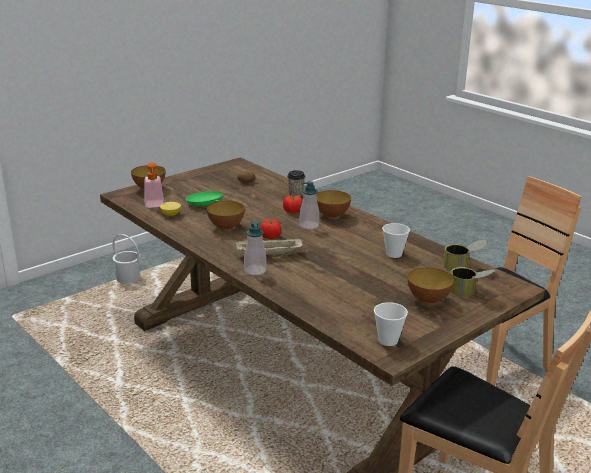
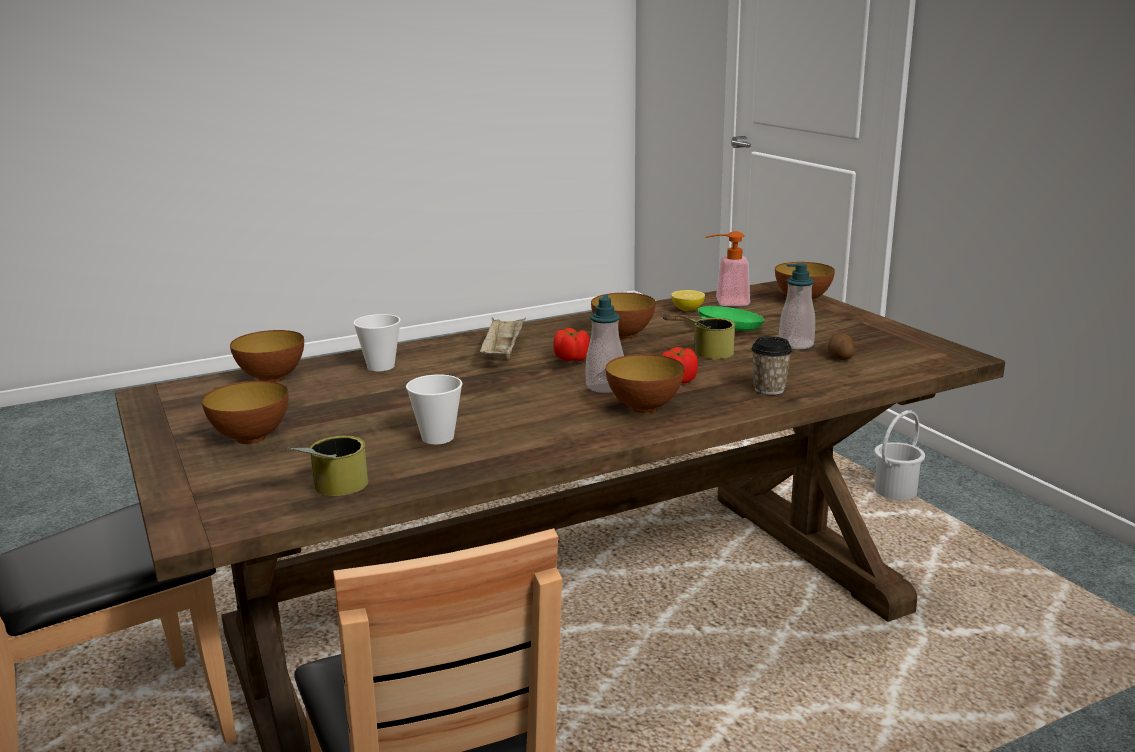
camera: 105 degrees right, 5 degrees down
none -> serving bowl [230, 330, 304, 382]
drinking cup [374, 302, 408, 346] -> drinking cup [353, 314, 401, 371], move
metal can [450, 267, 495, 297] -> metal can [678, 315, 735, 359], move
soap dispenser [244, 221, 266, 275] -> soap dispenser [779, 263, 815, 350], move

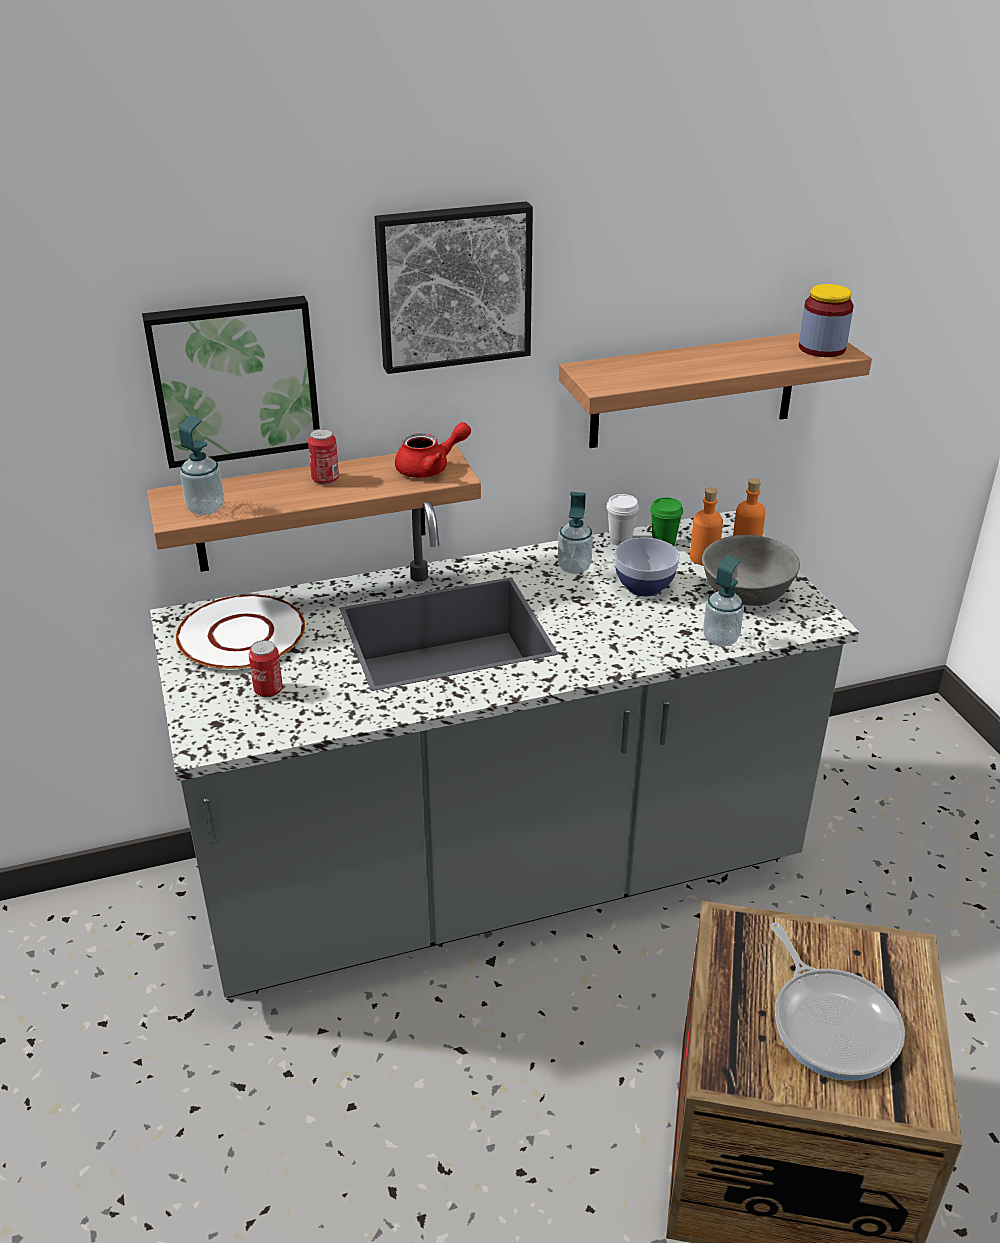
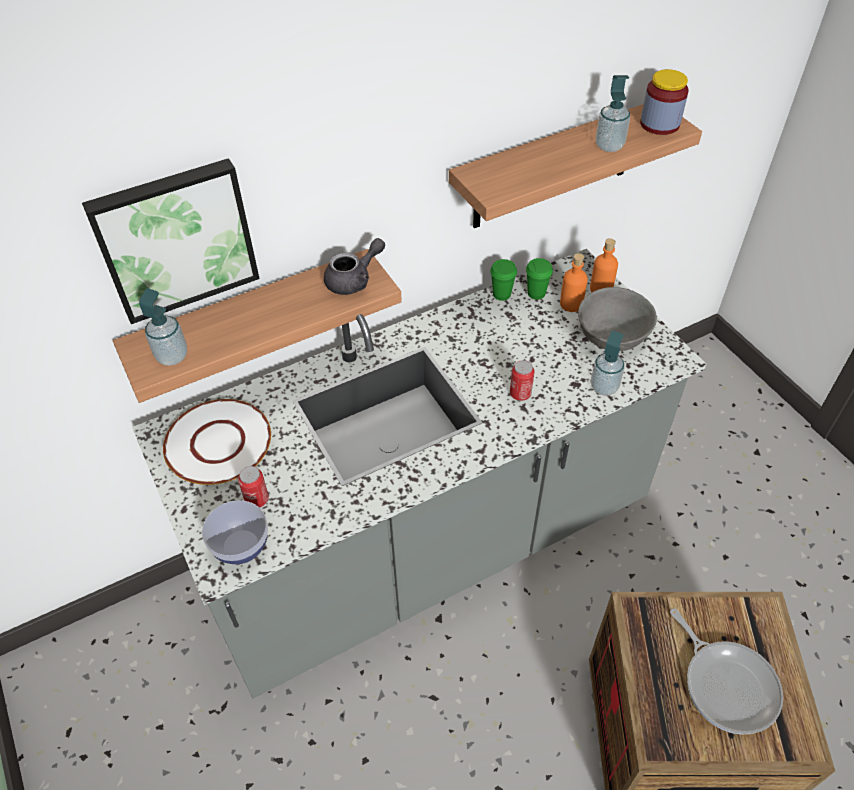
camera: 10 degrees left, 15 degrees up
serving bowl [615, 538, 680, 596] -> serving bowl [202, 500, 268, 564], move
reddish pot for tea [395, 422, 471, 478] -> gray pot for tea [324, 238, 385, 295]
white drinking cup [606, 494, 639, 546] -> green-coloured drinking cup [490, 259, 517, 301]
metal can [308, 429, 339, 485] -> metal can [510, 360, 535, 401], move
soap dispenser [558, 492, 593, 574] -> soap dispenser [596, 75, 630, 152], move
wall art [374, 201, 533, 374] -> none

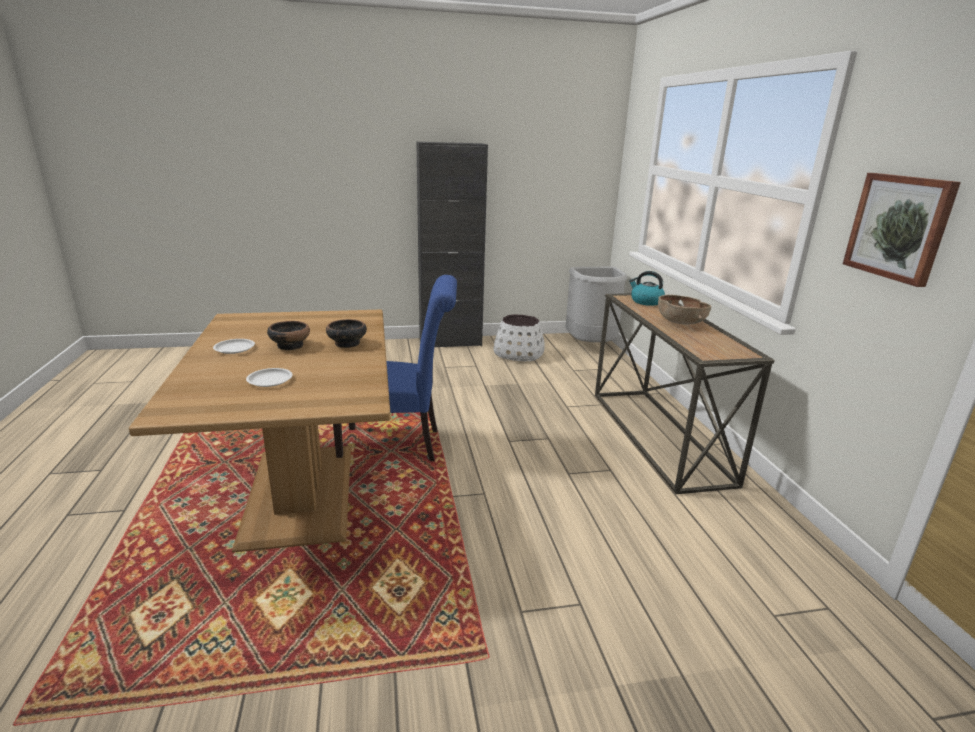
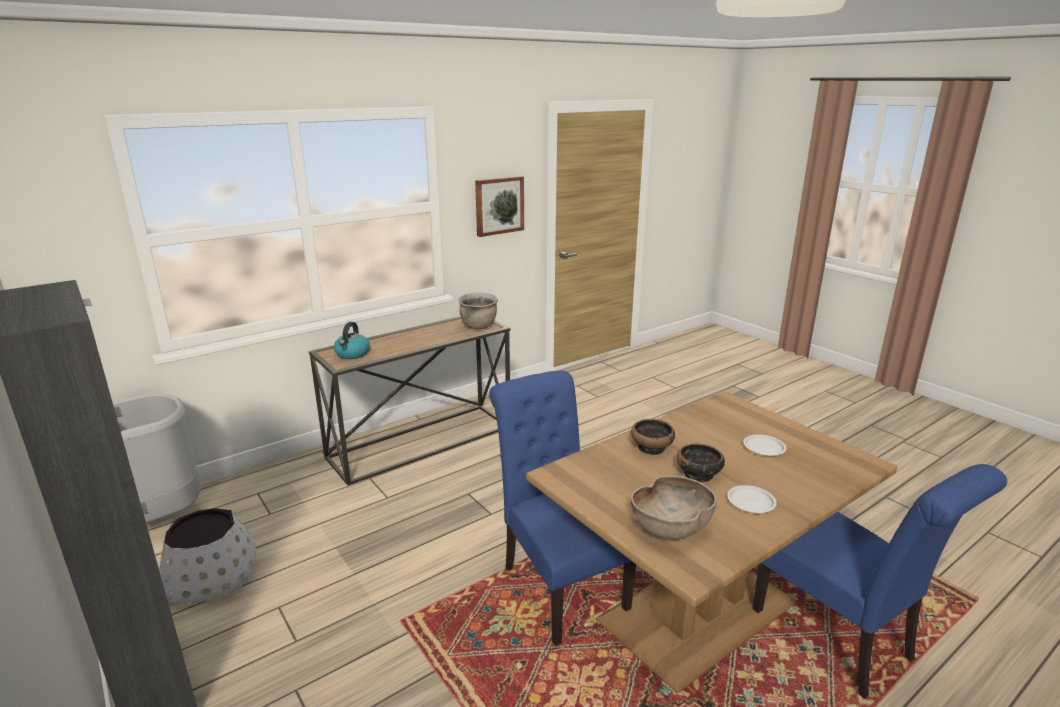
camera: 115 degrees left, 0 degrees up
none -> brownish stockpot [458, 292, 498, 329]
brownish serving bowl [658, 295, 711, 325] -> brownish serving bowl [631, 476, 717, 539], move
none -> blue-coloured plain chair [752, 464, 1007, 699]

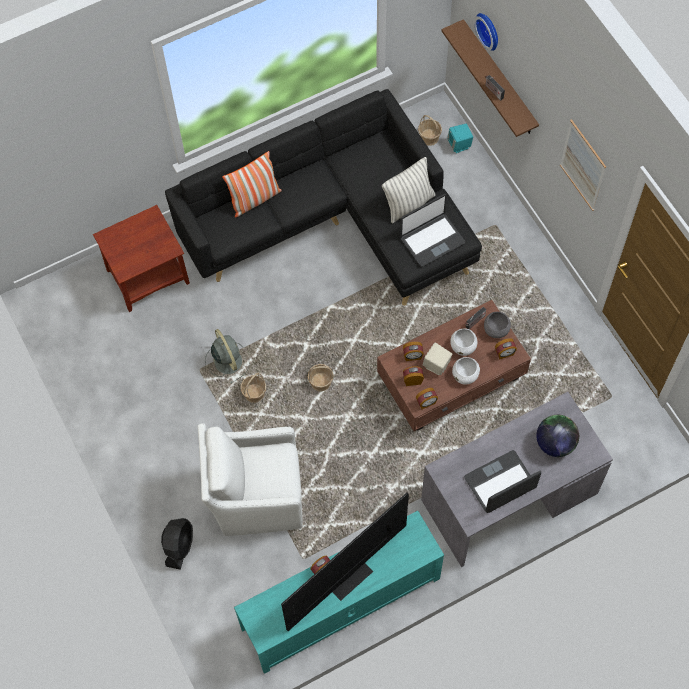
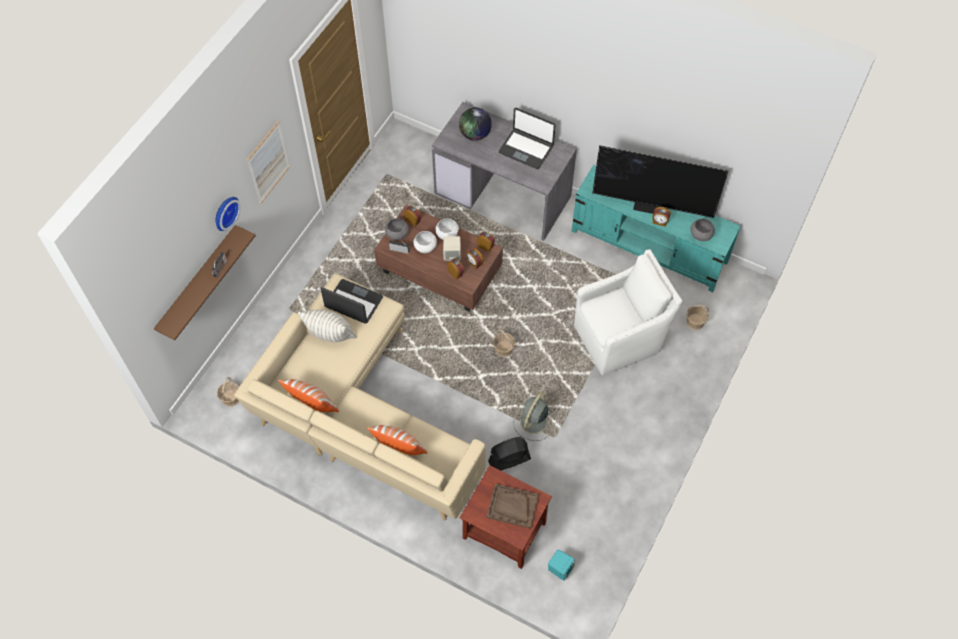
camera: 125 degrees left, 5 degrees down
clock on the wall [474, 13, 498, 51] -> clock on the wall [216, 197, 241, 231], move
blackish couch [165, 89, 482, 306] -> sand-coloured couch [234, 273, 486, 520]
none -> cushion [278, 379, 339, 412]
none -> brownish serving tray [486, 484, 539, 529]
blackish electric fan [161, 518, 193, 570] -> blackish electric fan [488, 437, 531, 471], move
turquoise audio speaker [447, 124, 473, 153] -> turquoise audio speaker [548, 549, 575, 581], move
white armchair [198, 423, 303, 536] -> white armchair [574, 249, 682, 375], 75 degrees counterclockwise
basket [240, 372, 266, 403] -> basket [686, 305, 709, 330], move
none -> gray serving bowl [690, 219, 715, 241]

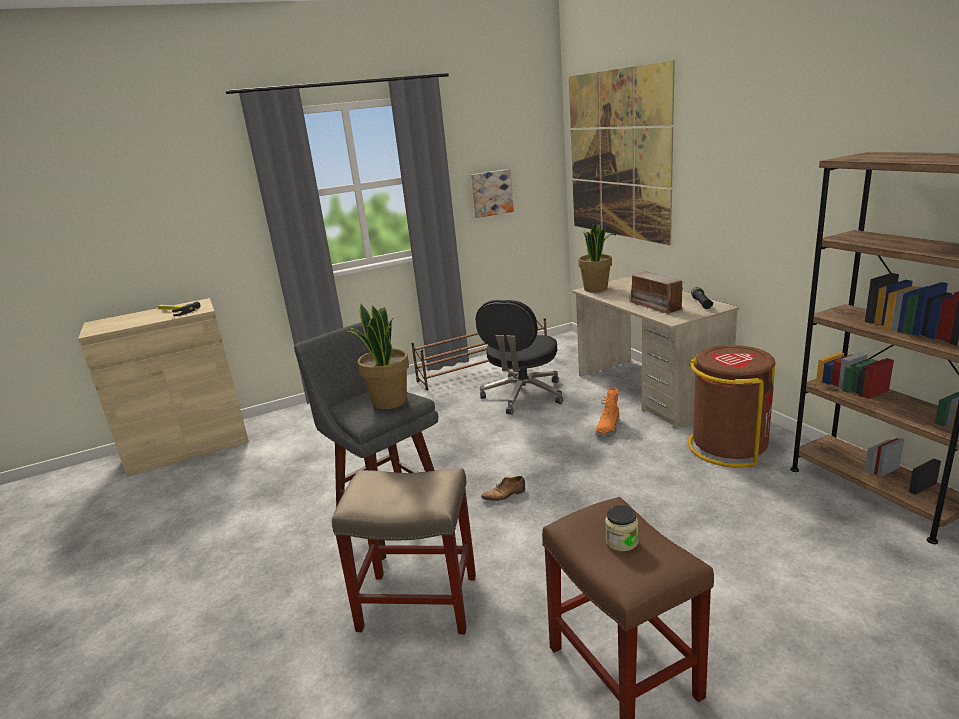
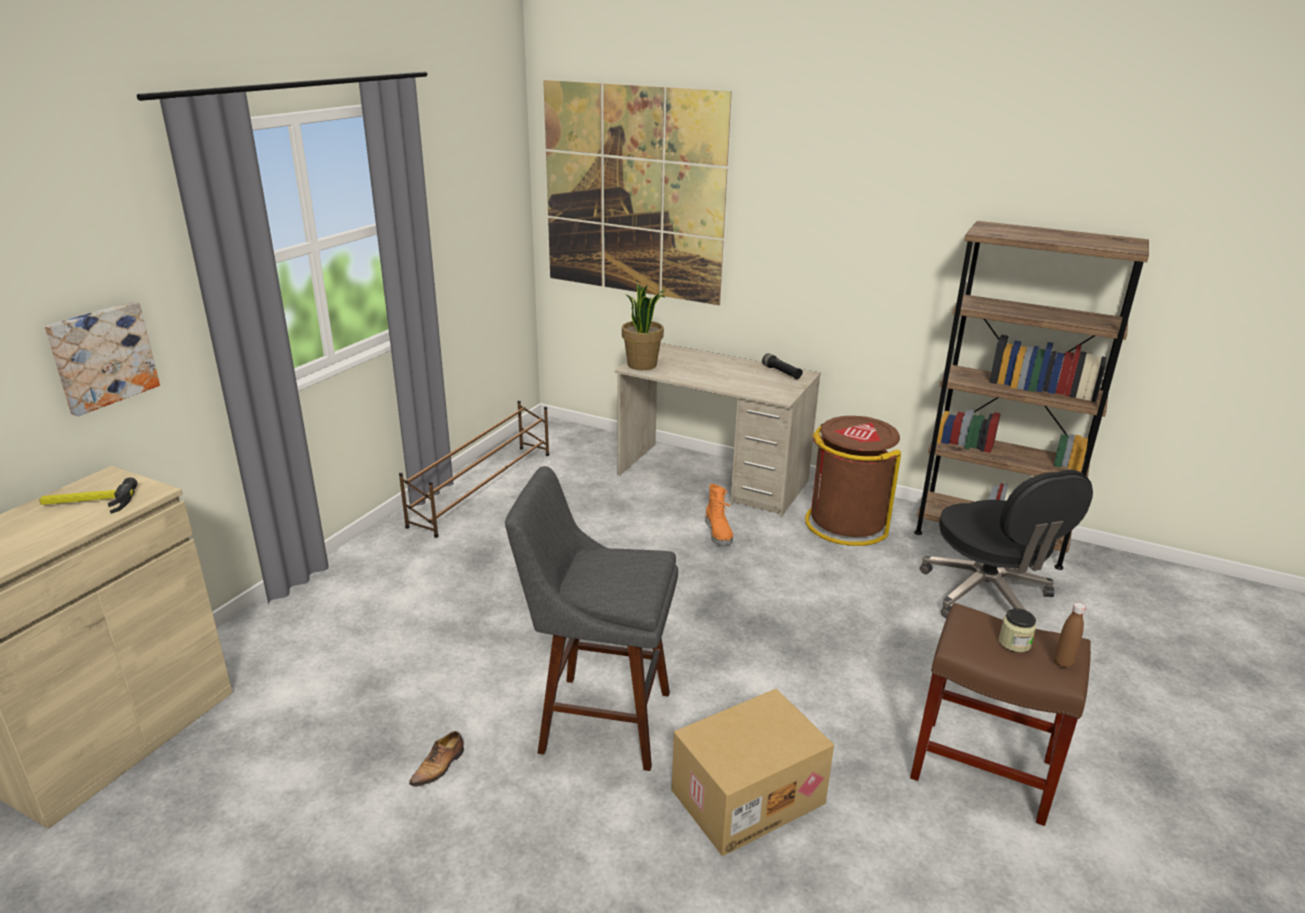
camera: 40 degrees left, 5 degrees up
wall art [471, 169, 514, 218] -> wall art [45, 301, 160, 416], move
shoe [481, 476, 525, 501] -> shoe [409, 731, 464, 787], move
sand-coloured sitting stool [332, 468, 476, 634] -> carton [672, 689, 834, 856]
blackish office chair [476, 300, 563, 415] -> blackish office chair [920, 470, 1093, 618], move
none -> brownish beverage bottle [1054, 602, 1086, 669]
potted plant [344, 304, 409, 409] -> none
radio [629, 271, 685, 314] -> none

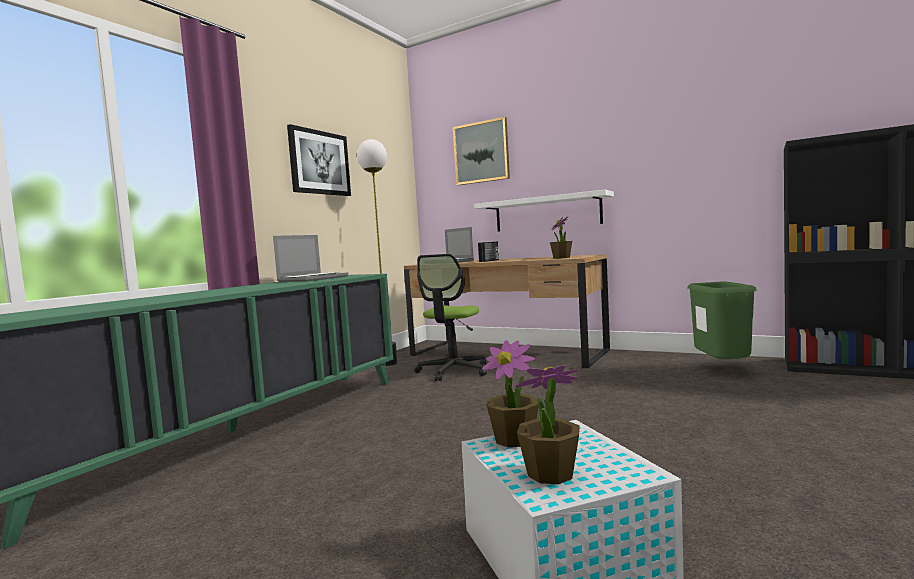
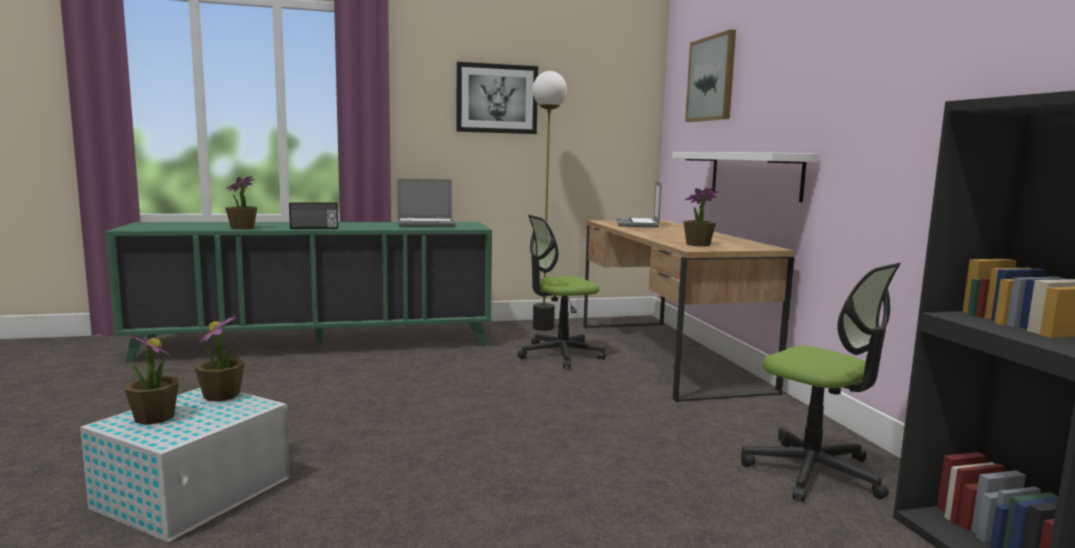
camera: 45 degrees right, 5 degrees up
none -> potted plant [225, 176, 257, 230]
radio [478, 242, 499, 262] -> radio [289, 202, 338, 229], move
green-coloured waste bin [687, 282, 757, 359] -> office chair [741, 263, 901, 502]

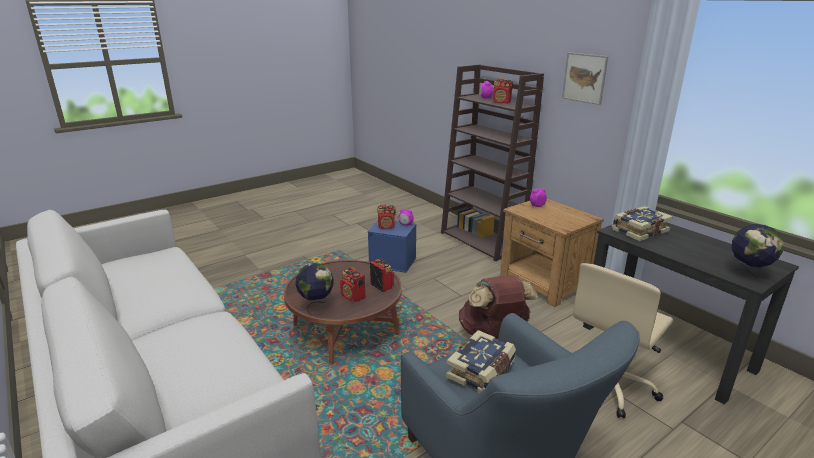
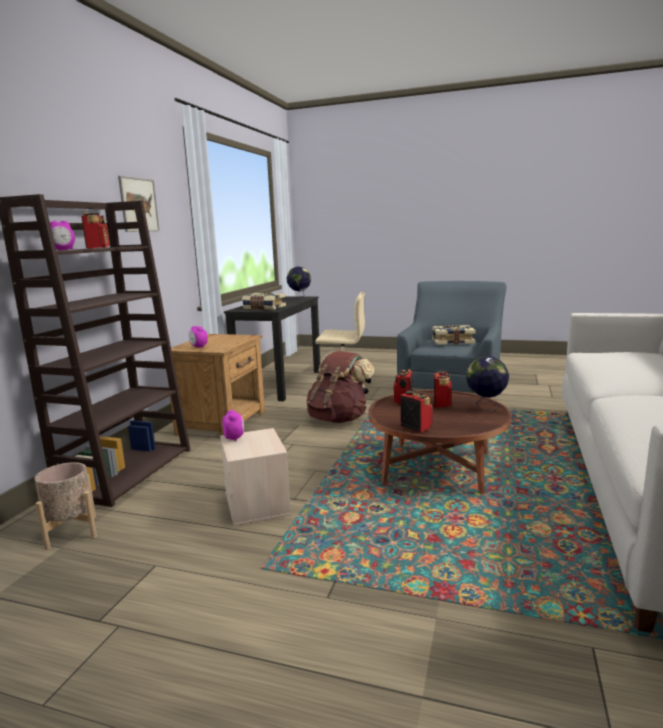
camera: 125 degrees left, 10 degrees down
none -> sand-coloured plant pot [35, 462, 97, 550]
blue-coloured storage bin [367, 221, 417, 273] -> sand-coloured storage bin [220, 428, 291, 526]
radio [377, 204, 396, 229] -> radio [400, 390, 433, 433], move

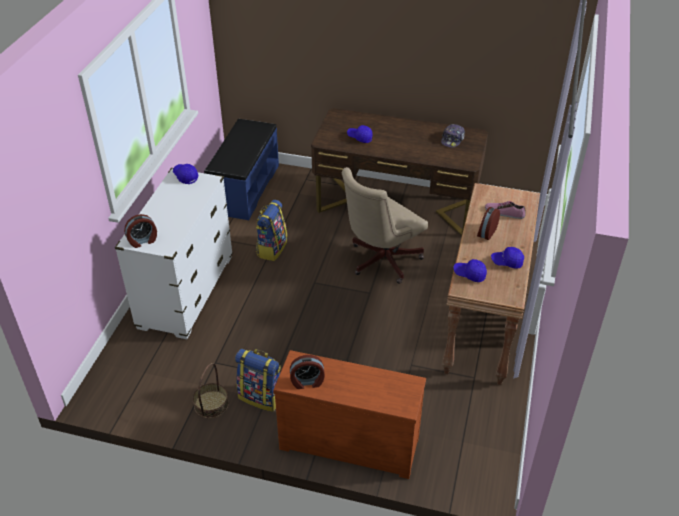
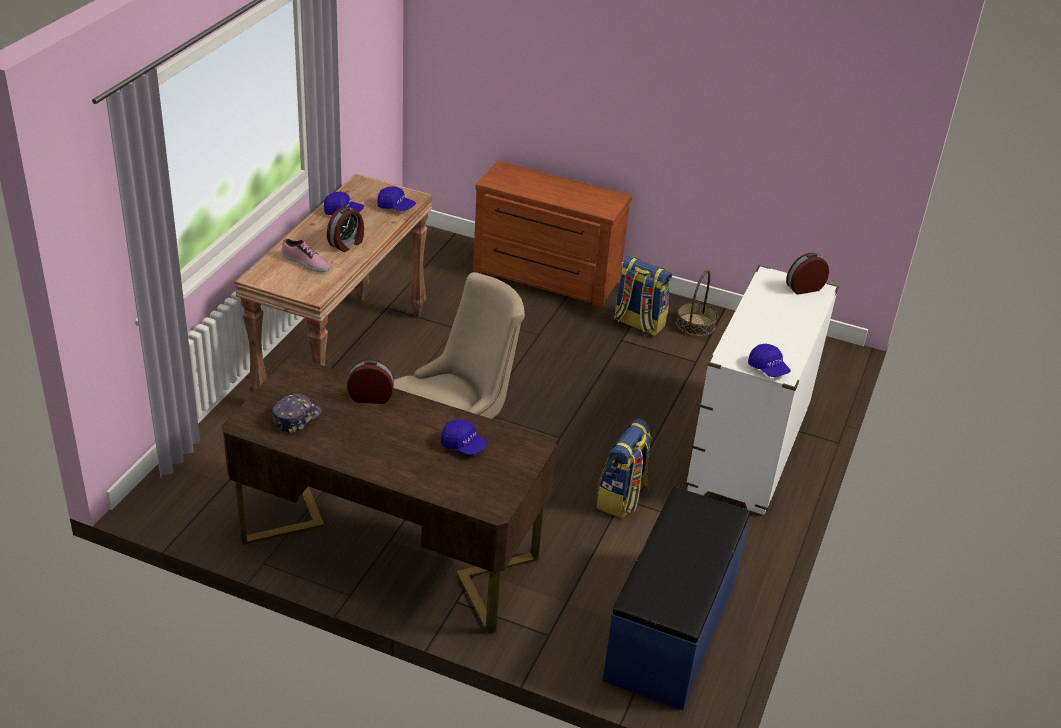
camera: 175 degrees left, 5 degrees down
bedside clock [290, 355, 325, 389] -> bedside clock [347, 359, 394, 404], move

